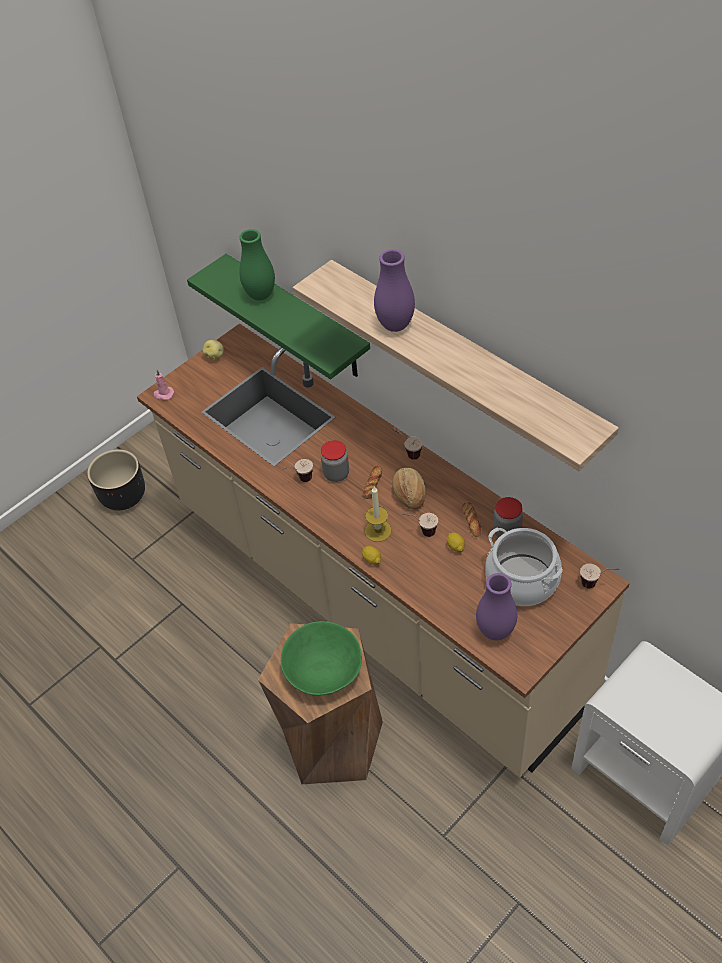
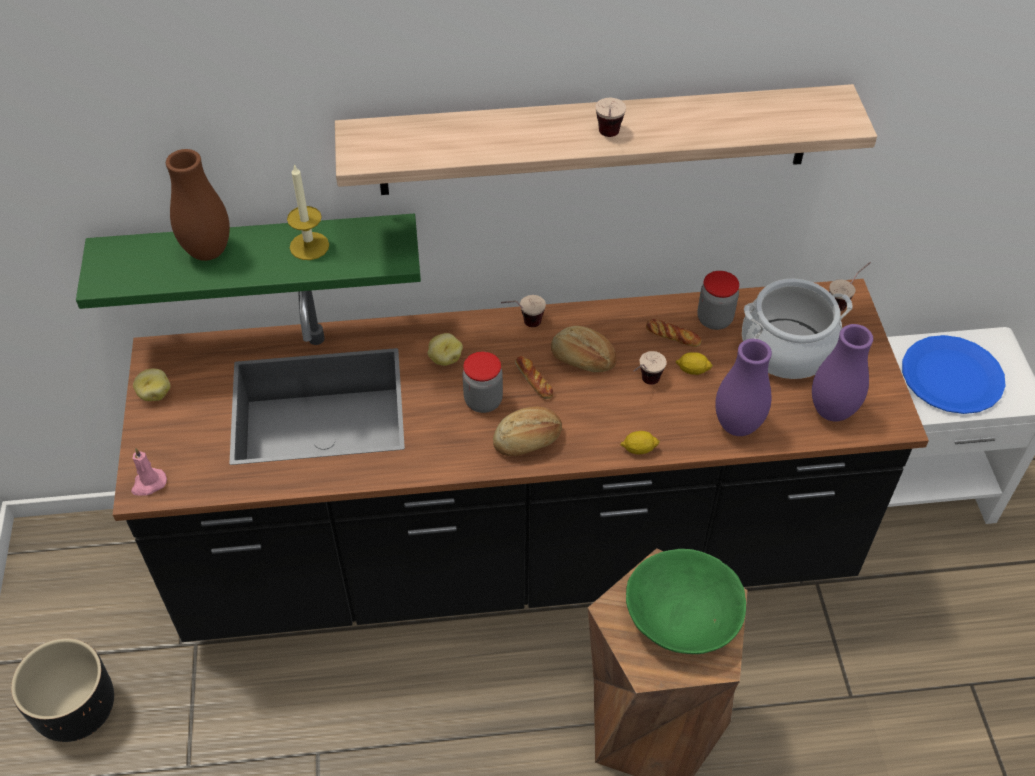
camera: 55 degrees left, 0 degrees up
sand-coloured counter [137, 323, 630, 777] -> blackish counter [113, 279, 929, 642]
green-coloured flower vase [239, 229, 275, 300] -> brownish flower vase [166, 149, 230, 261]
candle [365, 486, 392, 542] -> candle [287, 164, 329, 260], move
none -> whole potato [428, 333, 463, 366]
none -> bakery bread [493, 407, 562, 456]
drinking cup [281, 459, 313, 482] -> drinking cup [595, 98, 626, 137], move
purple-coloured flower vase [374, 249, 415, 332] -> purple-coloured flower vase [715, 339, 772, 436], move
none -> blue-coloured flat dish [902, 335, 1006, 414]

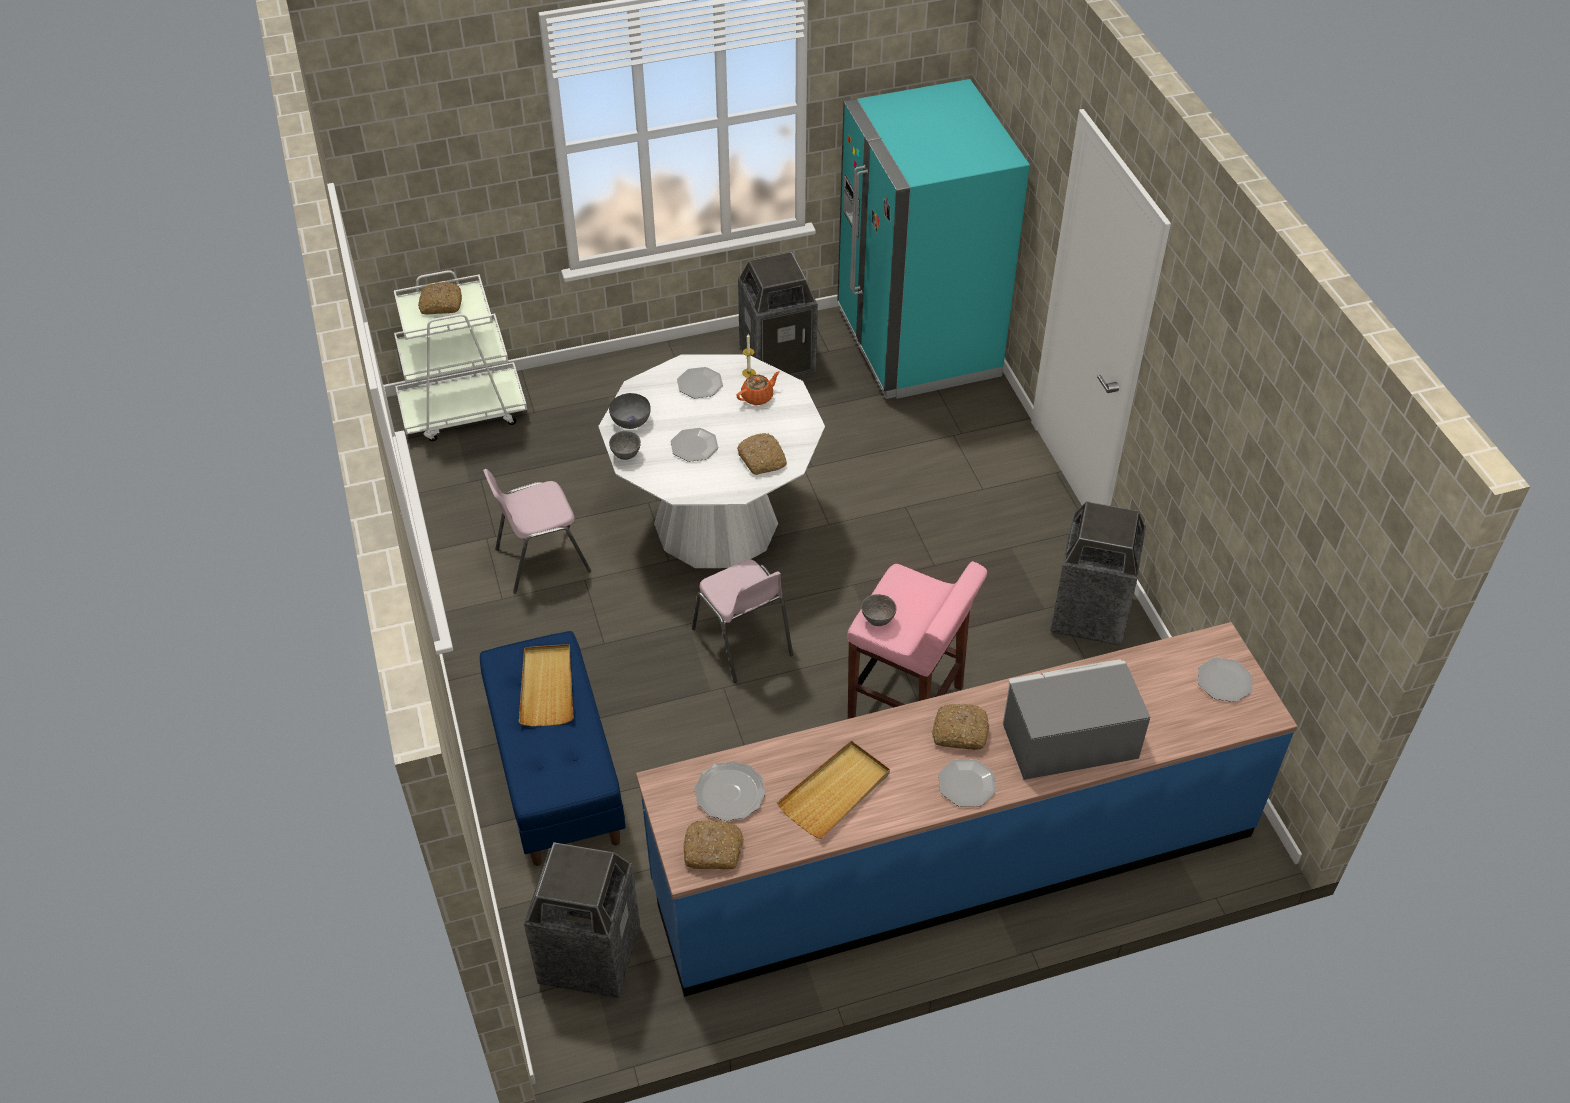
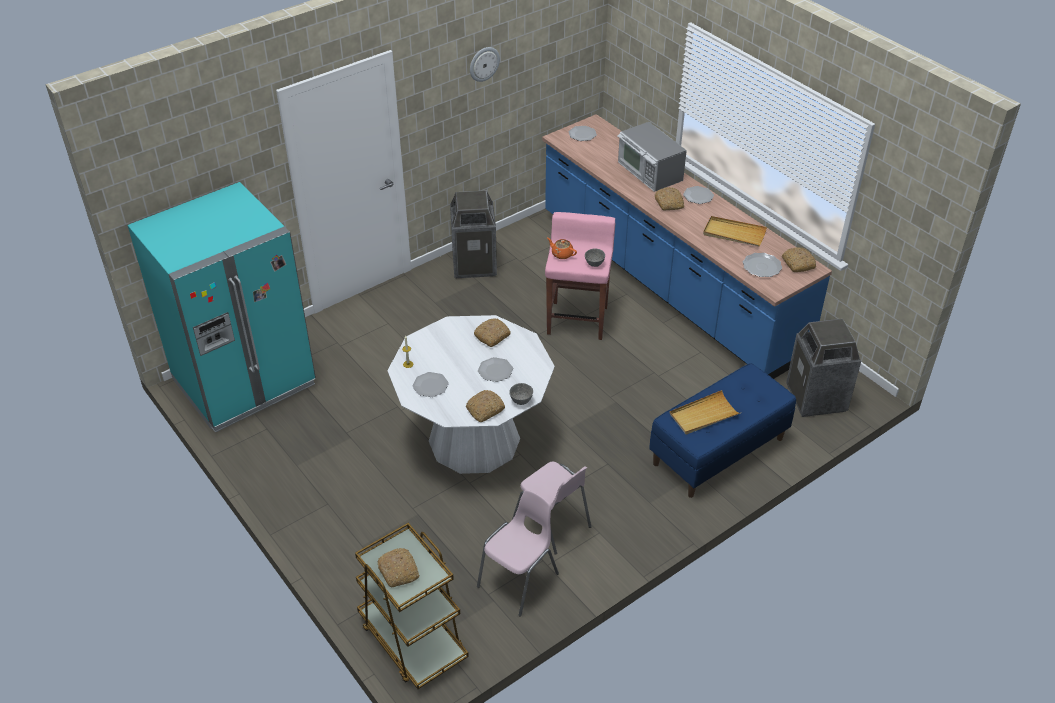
camera: 110 degrees left, 5 degrees down
white wheeled cart [394, 270, 527, 441] -> brownish wheeled cart [355, 523, 469, 689]
gray serving bowl [609, 393, 651, 429] -> bakery bread [466, 390, 505, 422]
none -> clock on the wall [470, 47, 500, 82]
pink plain chair [692, 560, 793, 683] -> pink plain chair [477, 489, 559, 617], move
orangey pot for tea [736, 371, 780, 405] -> orangey pot for tea [547, 238, 577, 259], move
waste bin [738, 252, 818, 377] -> none

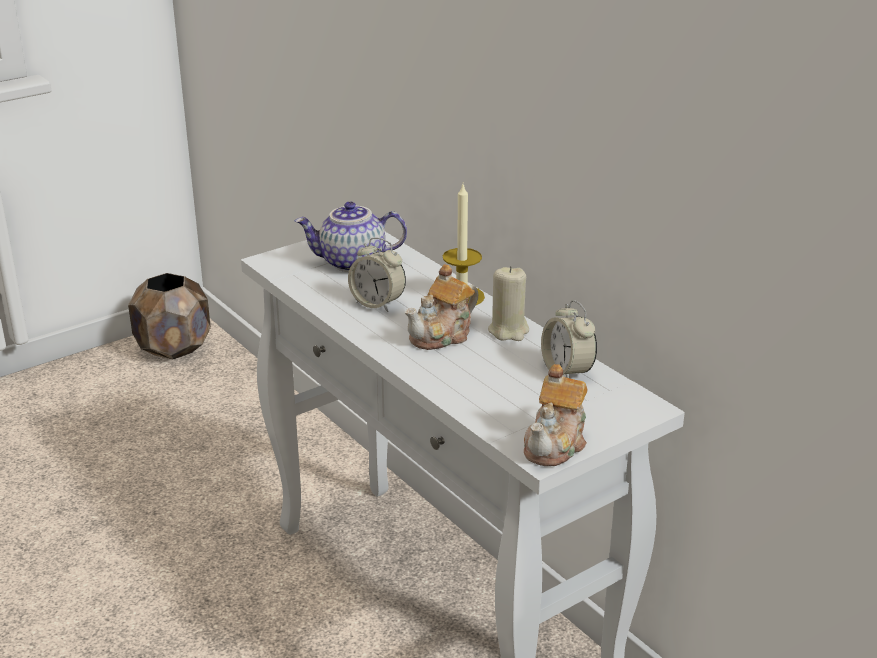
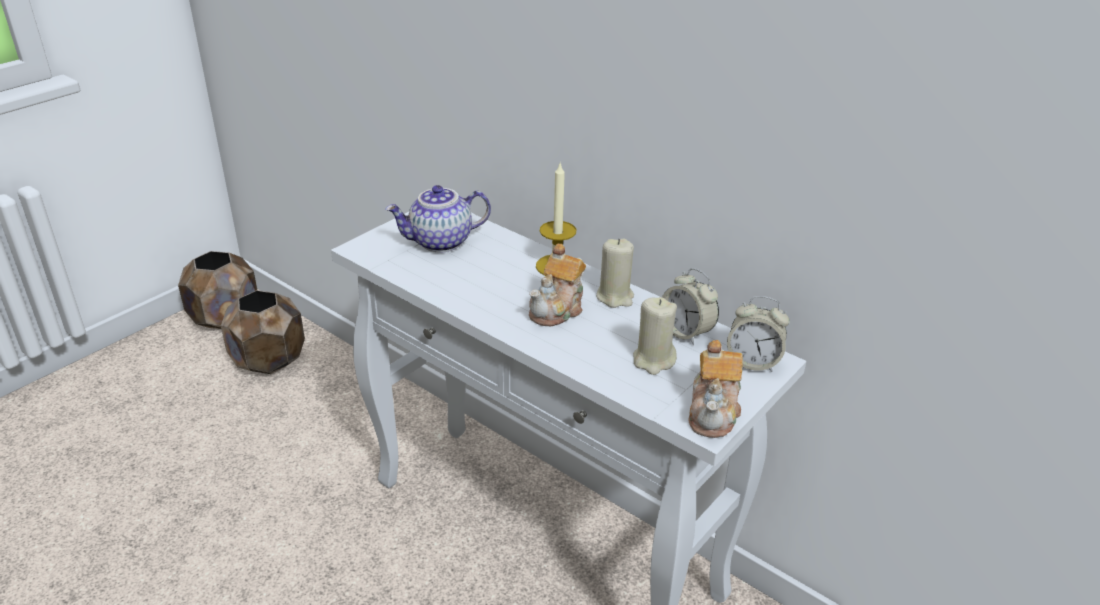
camera: 15 degrees left, 5 degrees up
none -> brownish plant pot [221, 290, 305, 374]
none -> sand-coloured candle [633, 297, 677, 375]
bedside clock [348, 238, 406, 312] -> bedside clock [727, 296, 790, 372], move

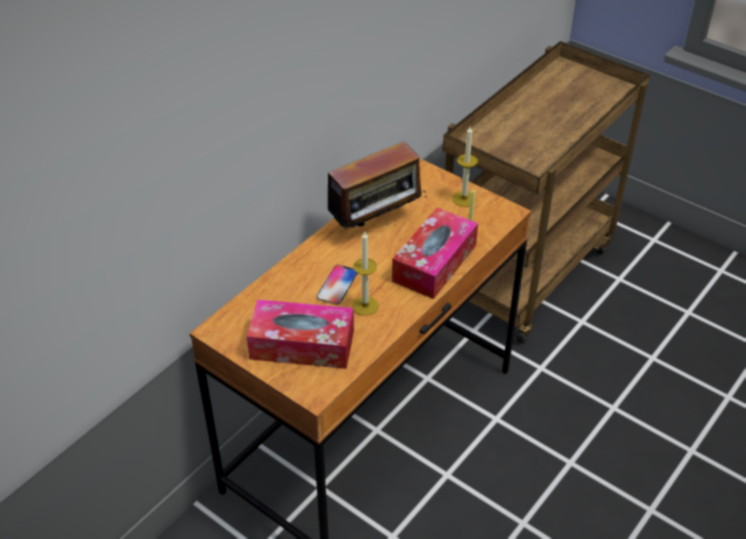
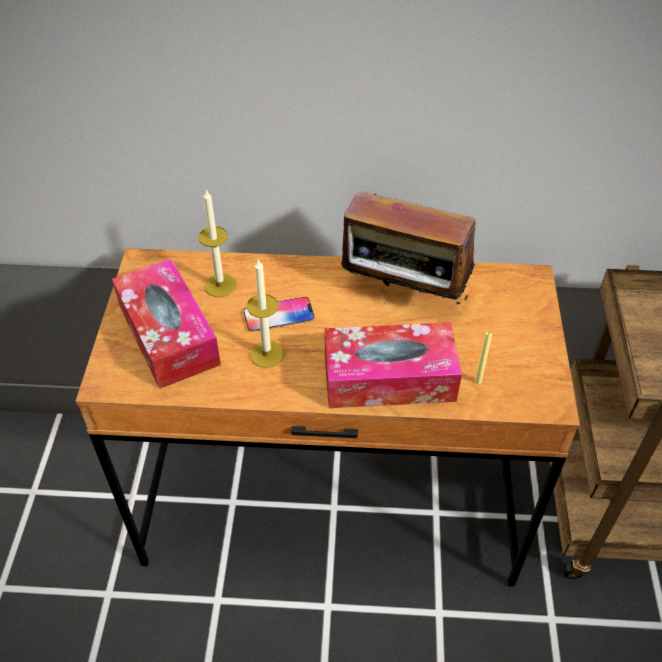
camera: 55 degrees right, 5 degrees up
candle [452, 126, 478, 207] -> candle [198, 189, 237, 297], move

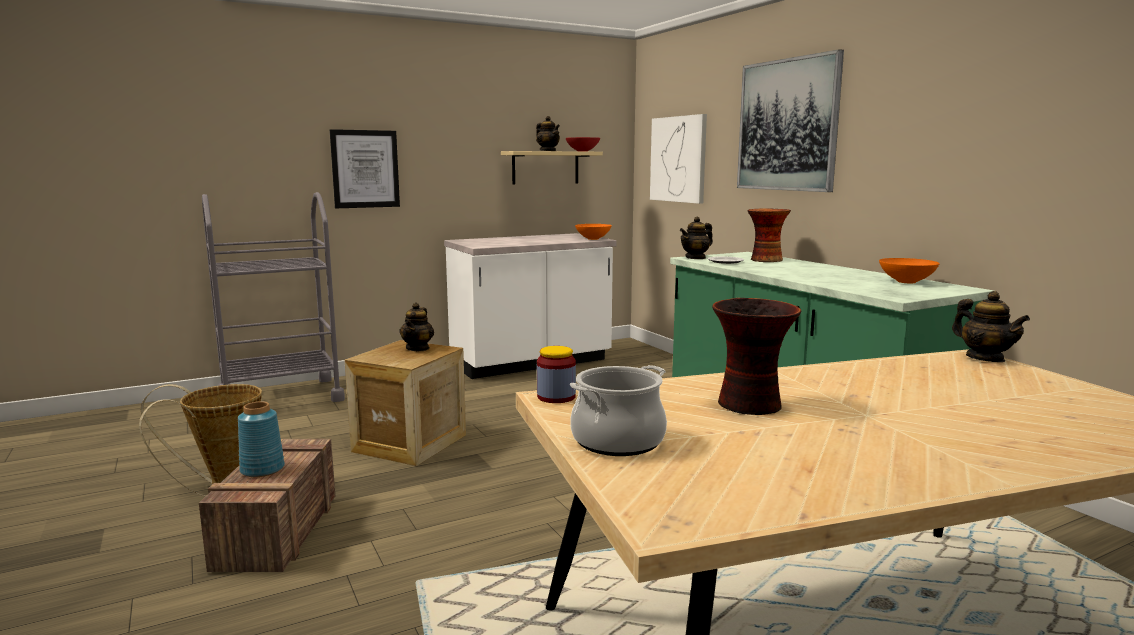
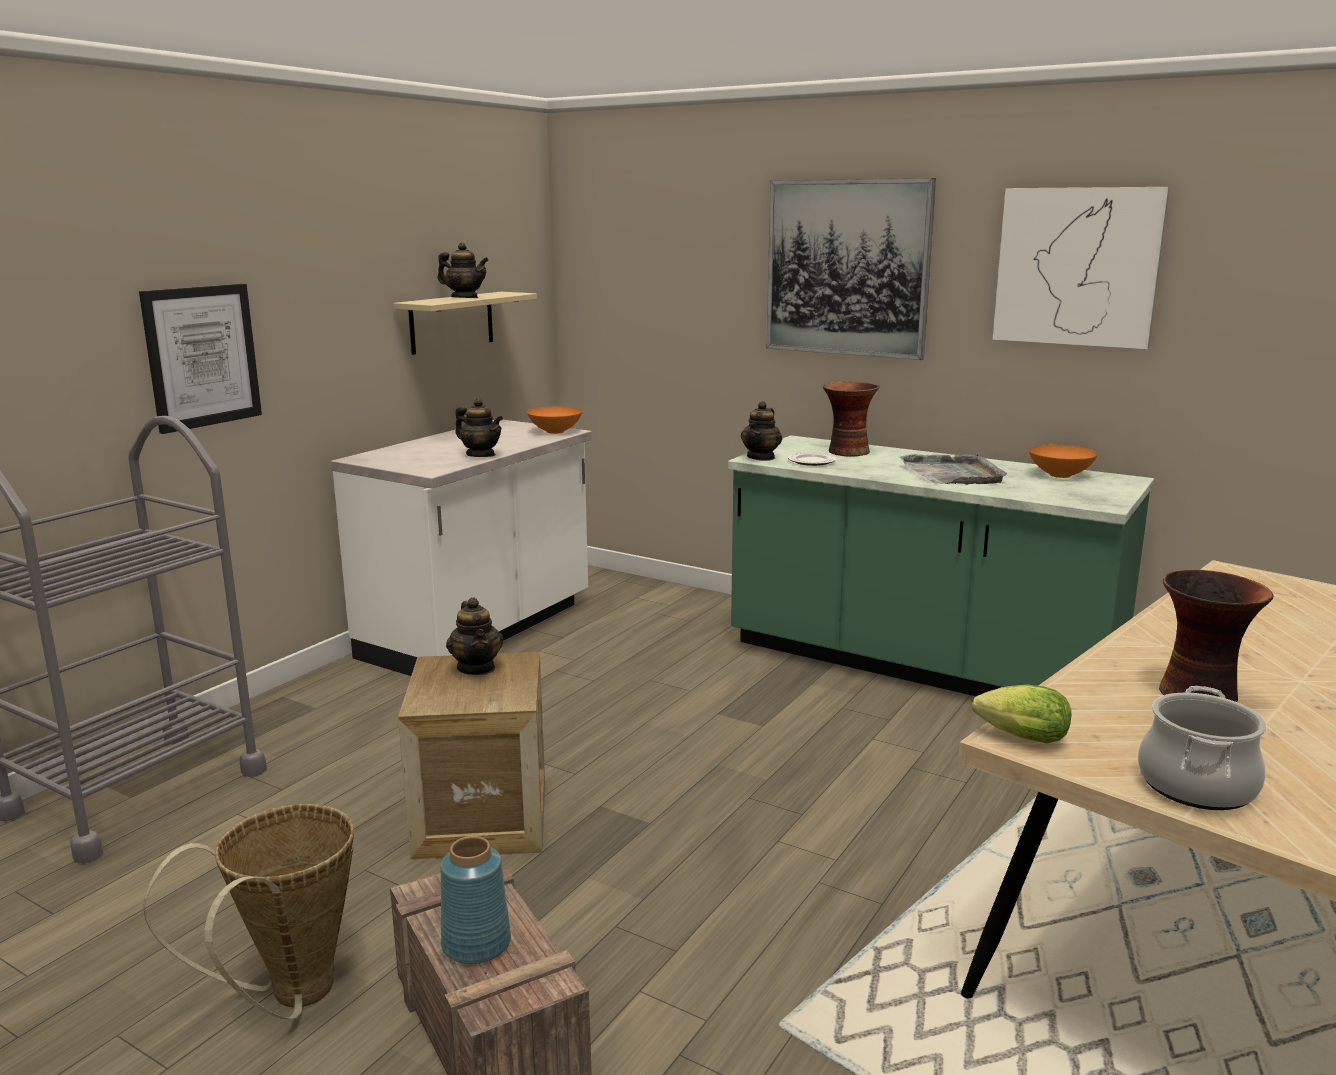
camera: 30 degrees left, 5 degrees up
pot for tea [952, 291, 1030, 362] -> pot for tea [455, 398, 503, 457], move
none -> gray serving tray [900, 453, 1007, 485]
jar [537, 346, 576, 403] -> head of lettuce [972, 685, 1071, 743]
wall art [650, 114, 707, 204] -> wall art [993, 187, 1170, 349], move
reddish serving bowl [566, 137, 600, 152] -> none

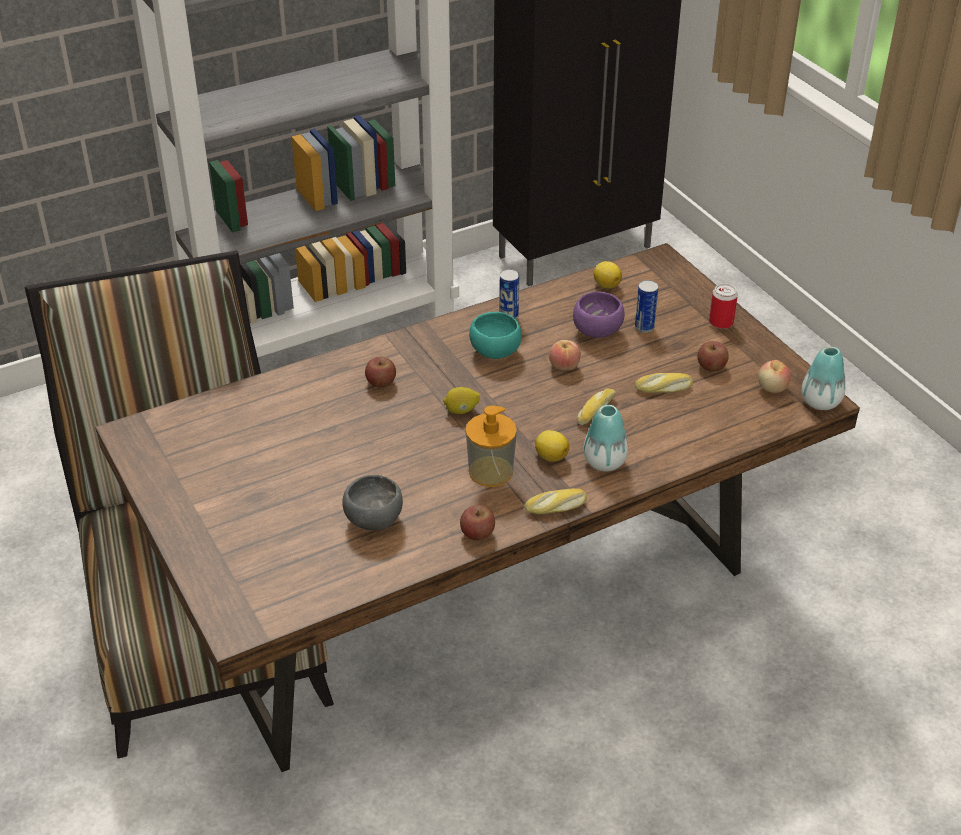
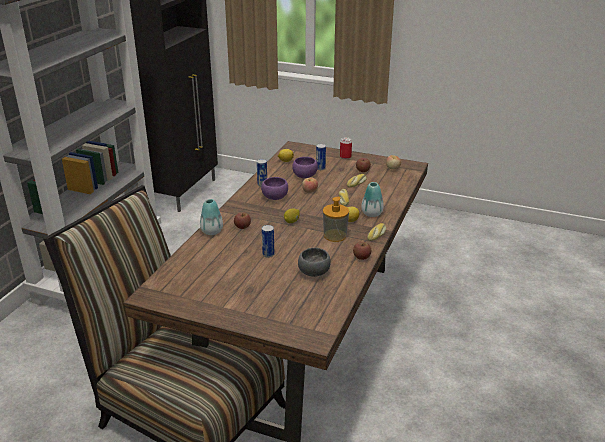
camera: 40 degrees left, 10 degrees down
flower vase [802, 347, 846, 410] -> flower vase [200, 199, 223, 235], move
turquoise serving bowl [469, 312, 522, 359] -> purple-coloured serving bowl [261, 177, 288, 200]
none -> metal can [262, 225, 274, 258]

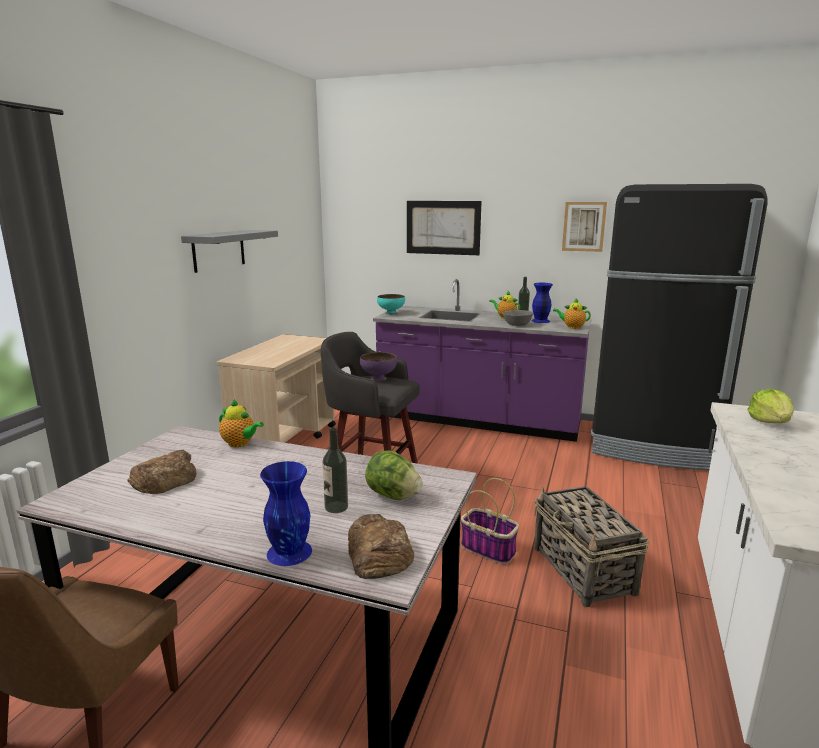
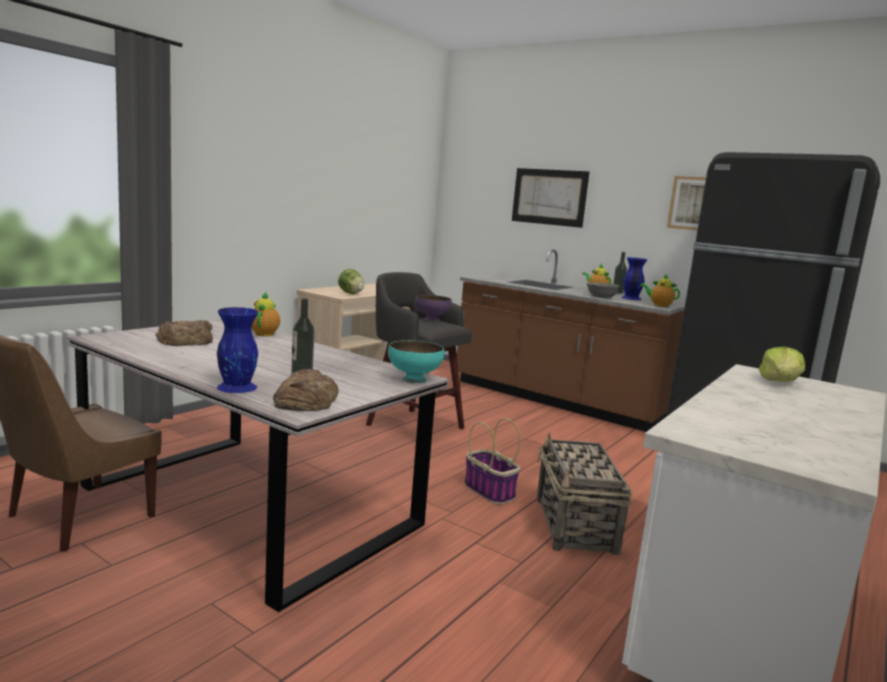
camera: 15 degrees right, 5 degrees down
pot for tea [219, 399, 264, 447] -> pot for tea [252, 292, 280, 336], 135 degrees counterclockwise
head of lettuce [365, 450, 423, 500] -> head of lettuce [338, 269, 364, 294], move
turquoise serving bowl [377, 294, 405, 315] -> turquoise serving bowl [388, 340, 444, 383], move
purple-coloured counter [373, 279, 592, 442] -> brownish counter [457, 249, 685, 432]
gray wall shelf [181, 230, 278, 273] -> none

